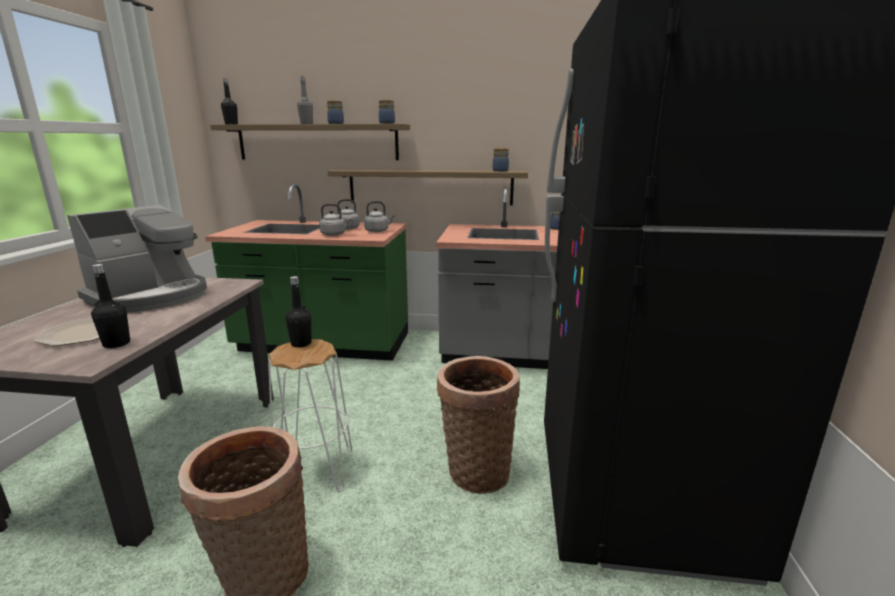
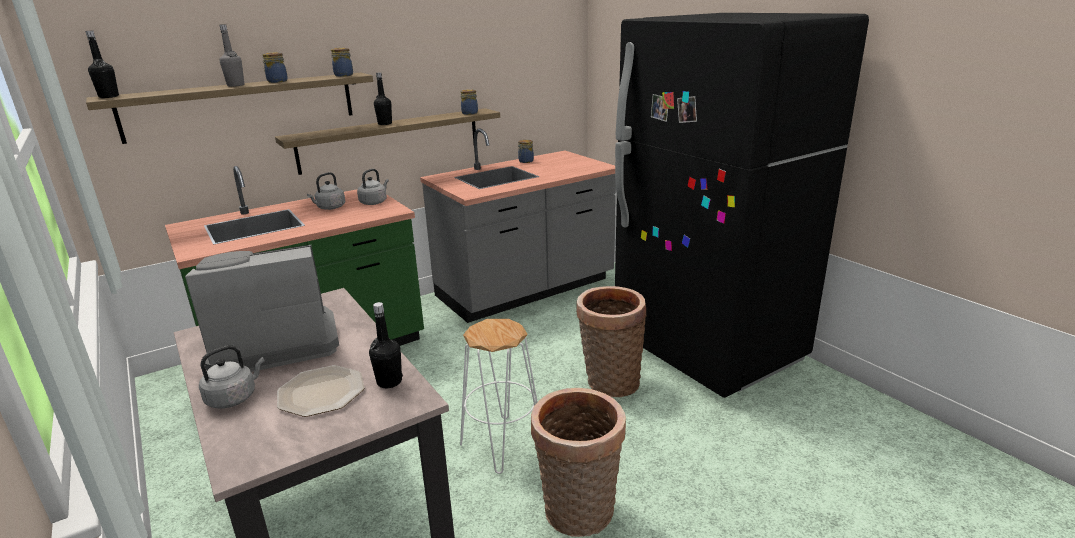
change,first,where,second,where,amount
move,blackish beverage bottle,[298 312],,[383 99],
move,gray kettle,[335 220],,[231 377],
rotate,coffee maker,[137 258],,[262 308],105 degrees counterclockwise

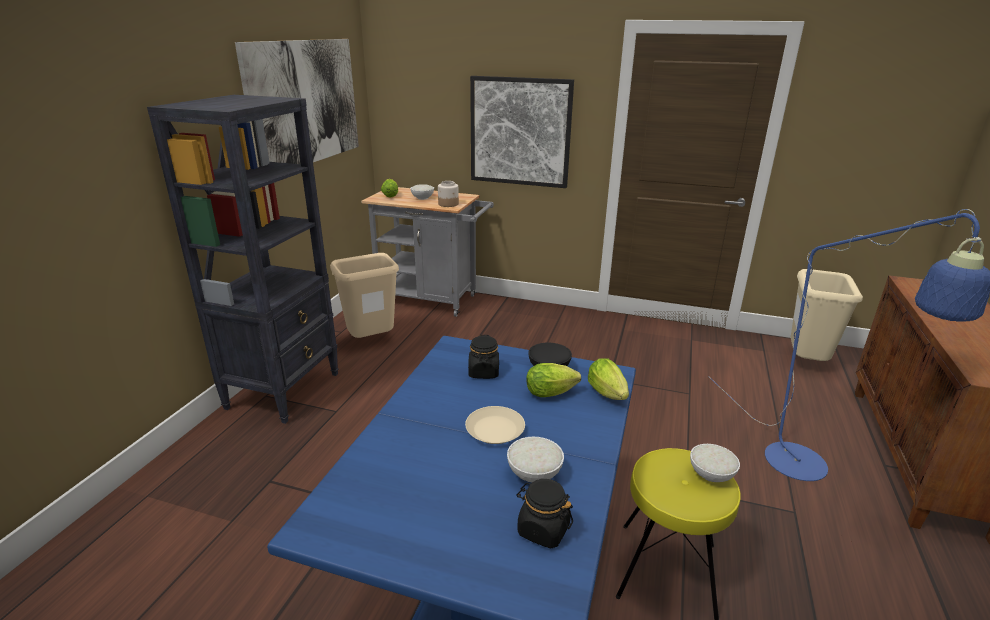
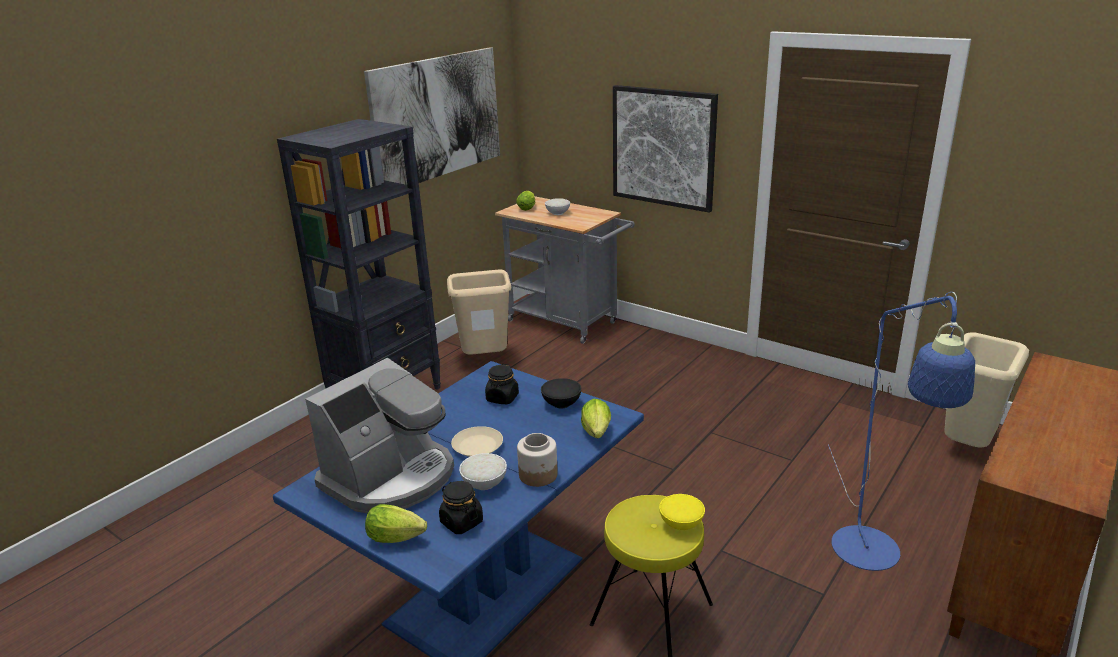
change,first,where,second,where,amount
insert,,,coffee maker,[379 435],
move,storage jar,[448 194],,[537 460],
move,lettuce head,[553 380],,[396 523],
recolor,white bowl,[715 463],yellow-coloured bowl,[682 512],

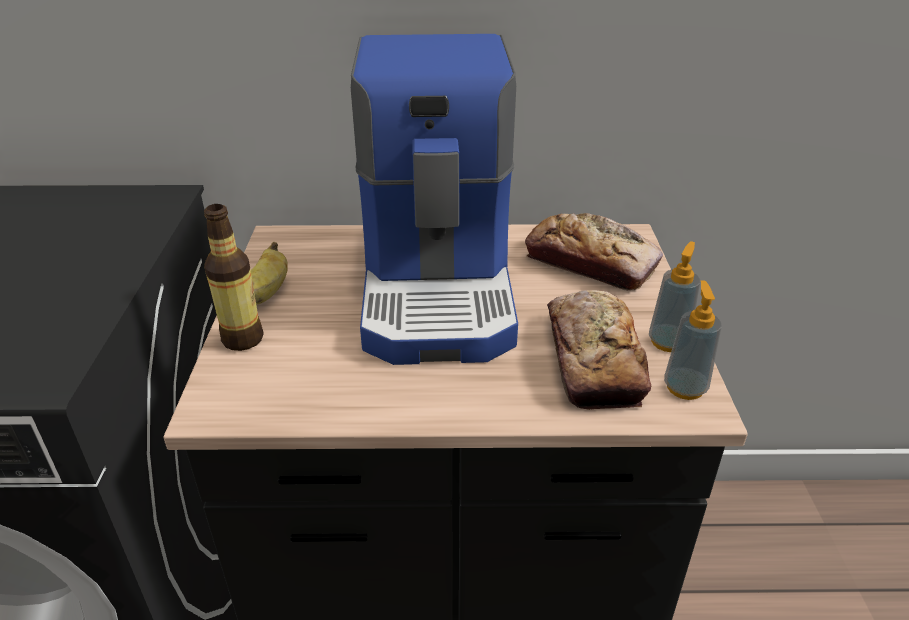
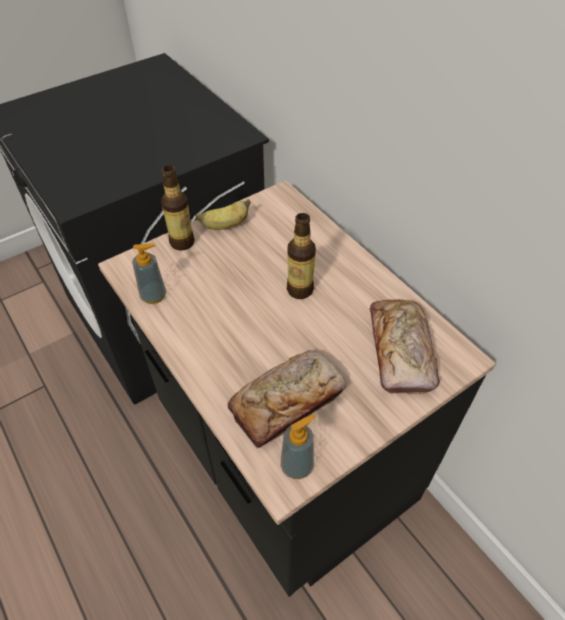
change,first,where,second,where,amount
move,liquid soap bottle,[674 296],,[149 274],
replace,coffee maker,[434 199],beverage bottle,[301 256],

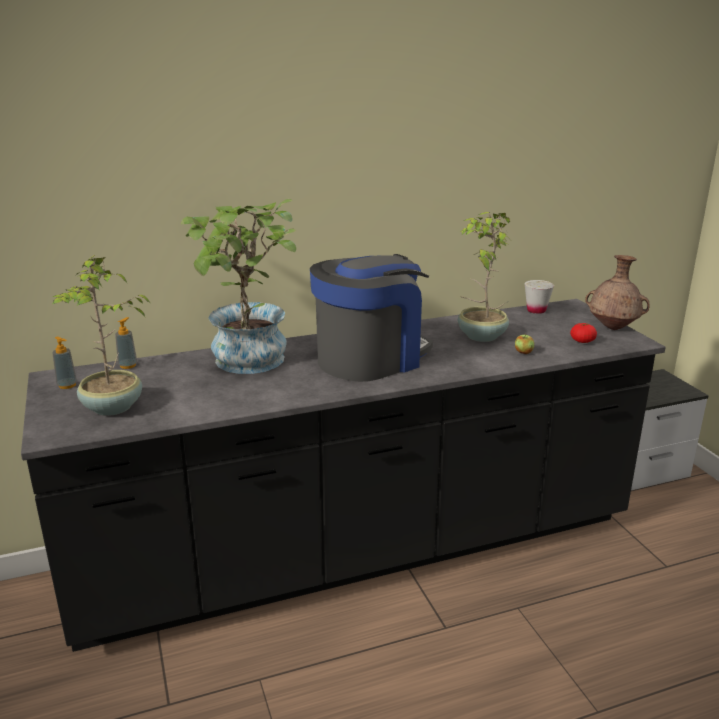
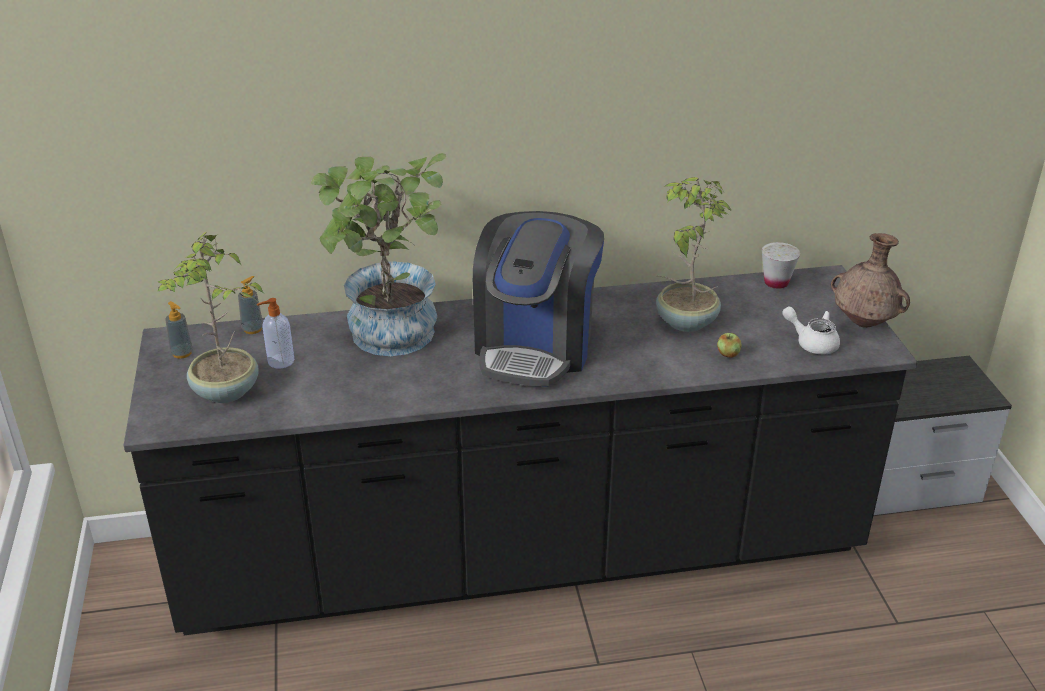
change,first,where,second,where,amount
insert,,,liquid soap bottle,[275 333],
replace,whole tomato,[583 333],white teapot,[811 330],
rotate,coffee maker,[371 318],,[538 299],135 degrees clockwise

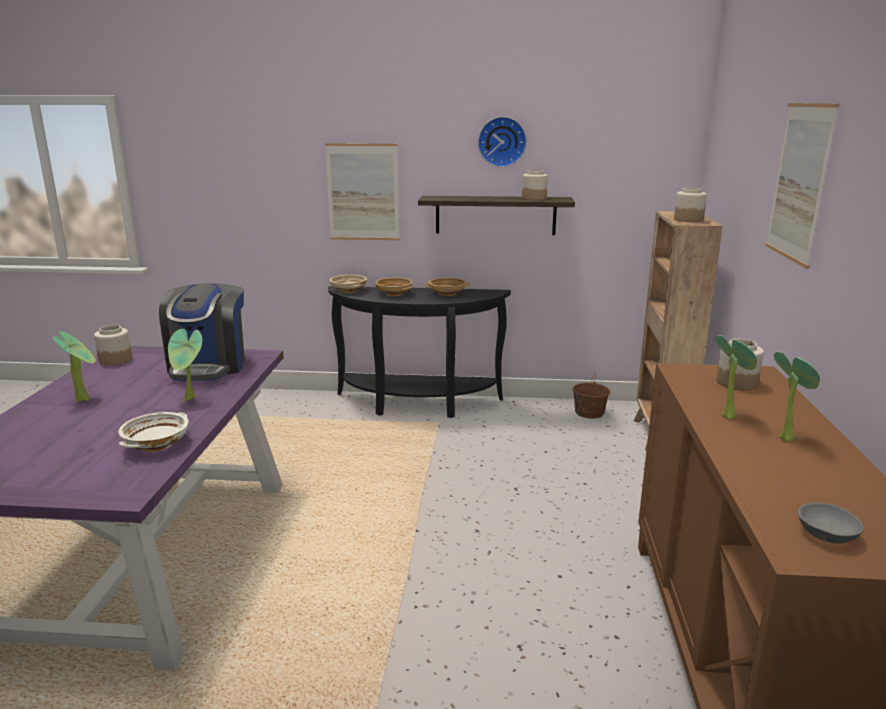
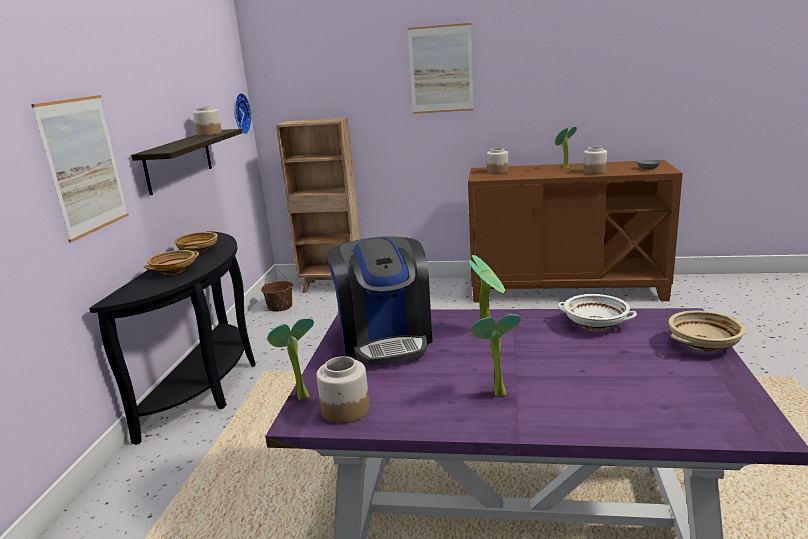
change,first,where,second,where,amount
move,beige bowl,[348 284],,[706 331],
move,clock on the wall,[502 141],,[243 113],
move,storage jar,[690 205],,[595 160],
move,houseplant,[736 377],,[290 359],
rotate,coffee maker,[201 332],,[380 301],75 degrees clockwise

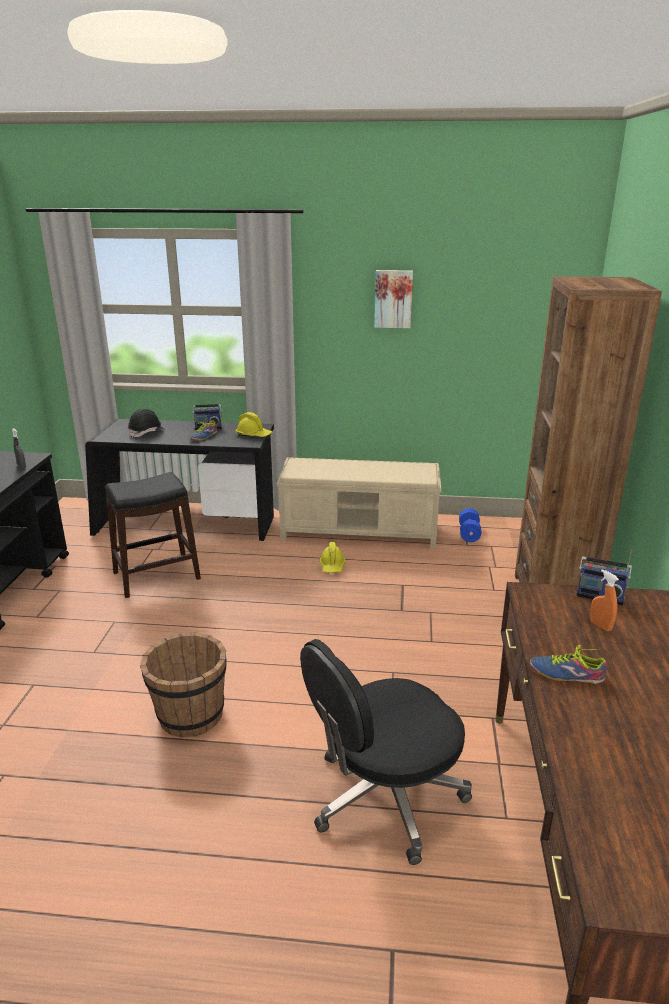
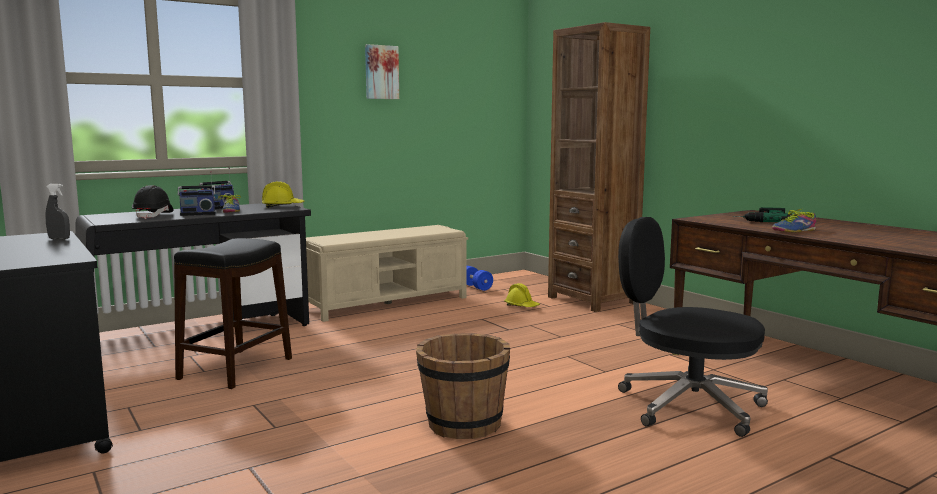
change,first,where,second,where,amount
move,yellow-coloured work helmet,[332 557],,[522 295],
move,radio receiver,[604 578],,[196 193],
replace,orange spray bottle,[604 600],power drill,[762 214],
rotate,blackish desk chair,[386 752],,[693 327],105 degrees clockwise

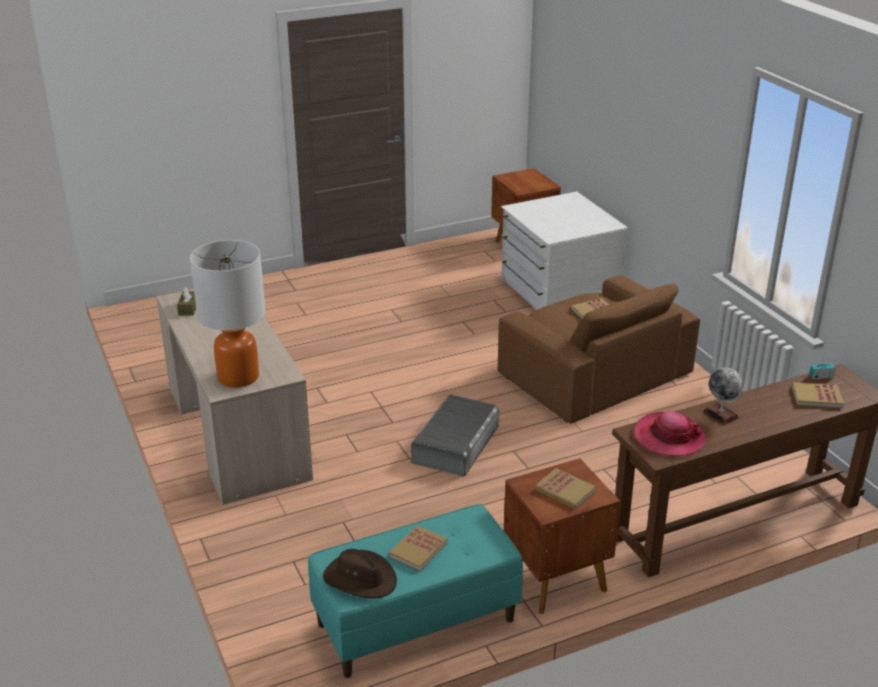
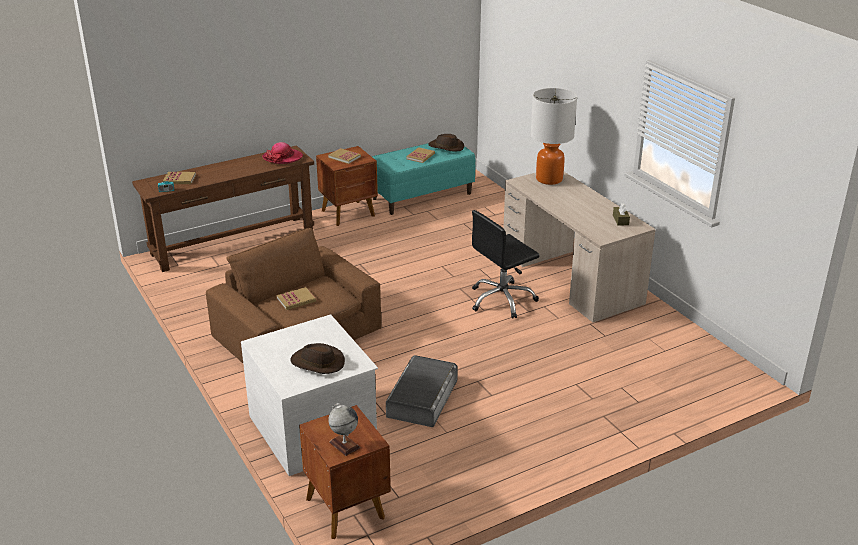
change,first,where,second,where,amount
insert,,,brownish clothing hat,[317 358],
insert,,,blackish desk chair,[506 264],
move,gray storage bin,[455 436],,[422 391],
move,world globe,[723 396],,[344 429],

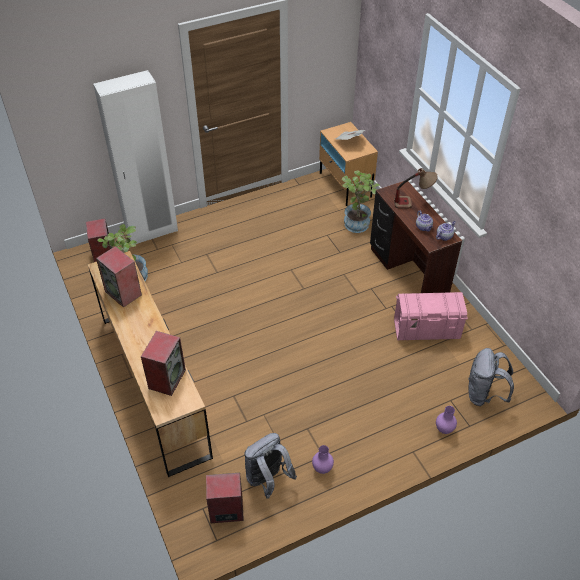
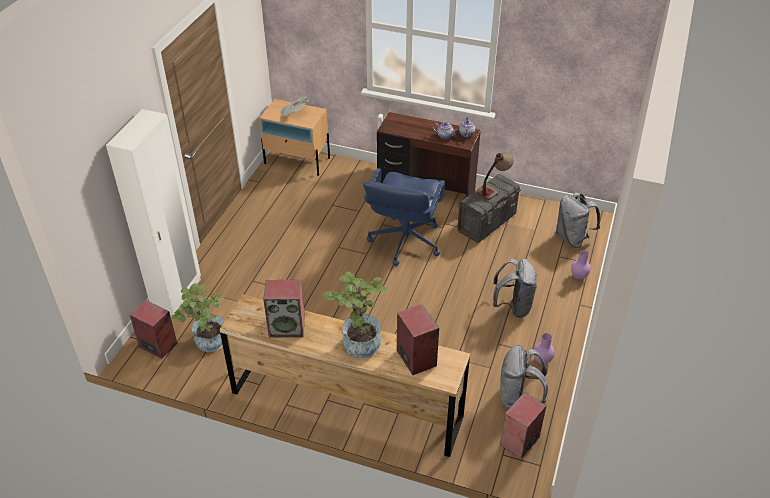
change,first,where,second,where,amount
insert,,,blue-coloured desk chair,[404 217],
insert,,,gray backpack,[515 288],
move,houseplant,[361 201],,[355 315],
move,tabletop lamp,[416 188],,[495 176],
recolor,pink storage bin,[431 316],gray storage bin,[489 208],

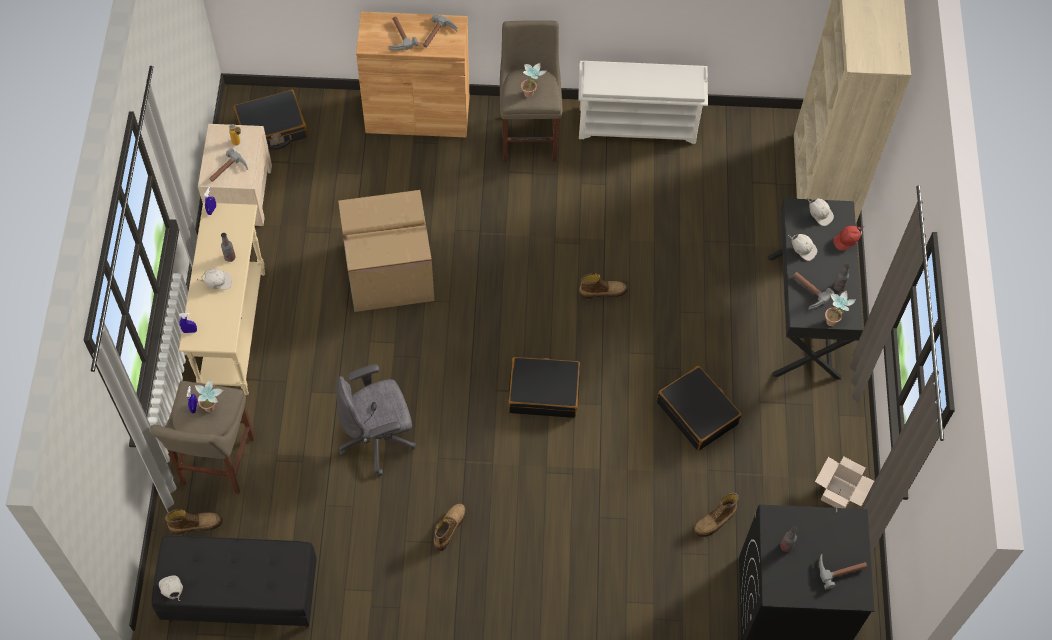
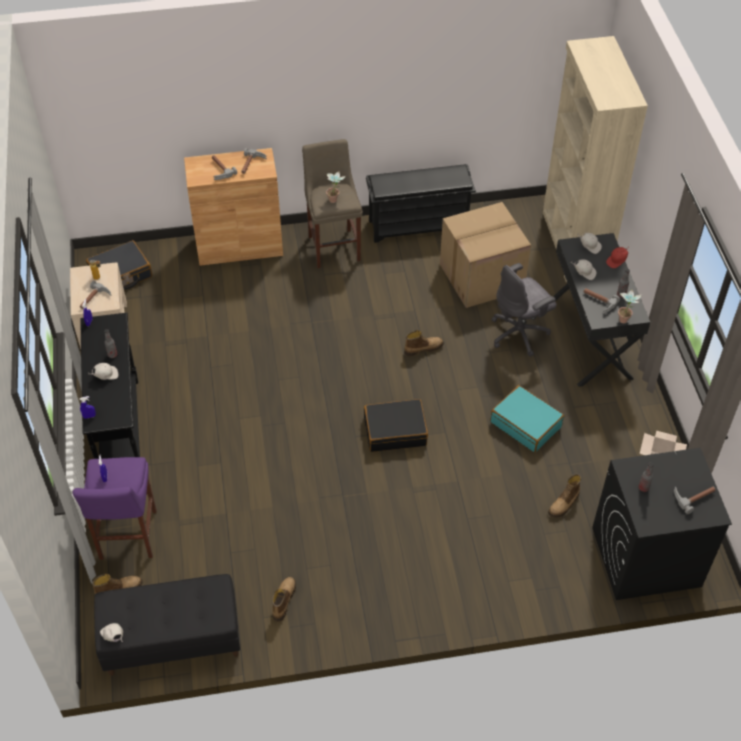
change,first,where,second,where,amount
delete,houseplant,[209 396],,,
move,gray desk chair,[376 420],,[524 310],
move,cardboard box,[386 251],,[485 255],
move,tall boot,[450 527],,[284 599],
recolor,beige stool,[202 437],purplish stool,[115 508],
recolor,beige narrow table,[222 298],blackish narrow table,[110 386],
recolor,white shoe stand,[643 102],blackish shoe stand,[421 203],
recolor,blackish piece of luggage,[699 408],turquoise-coloured piece of luggage,[527 418],

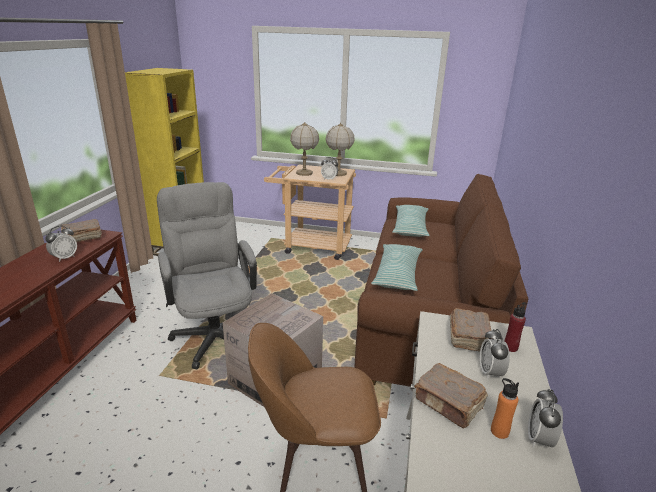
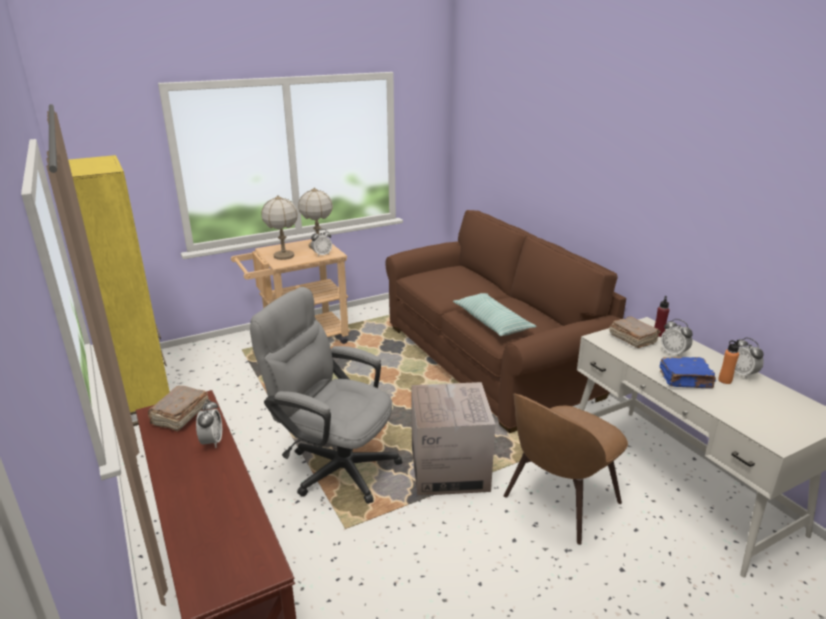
change,first,where,second,where,amount
delete,pillow,[410 221],,,
recolor,brownish book,[451 396],blue-coloured book,[688 373],

